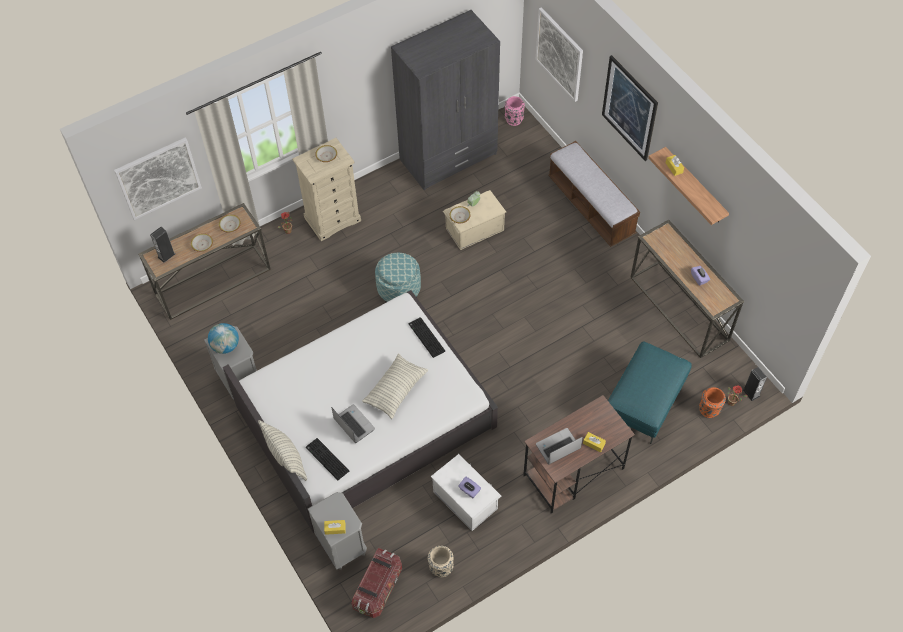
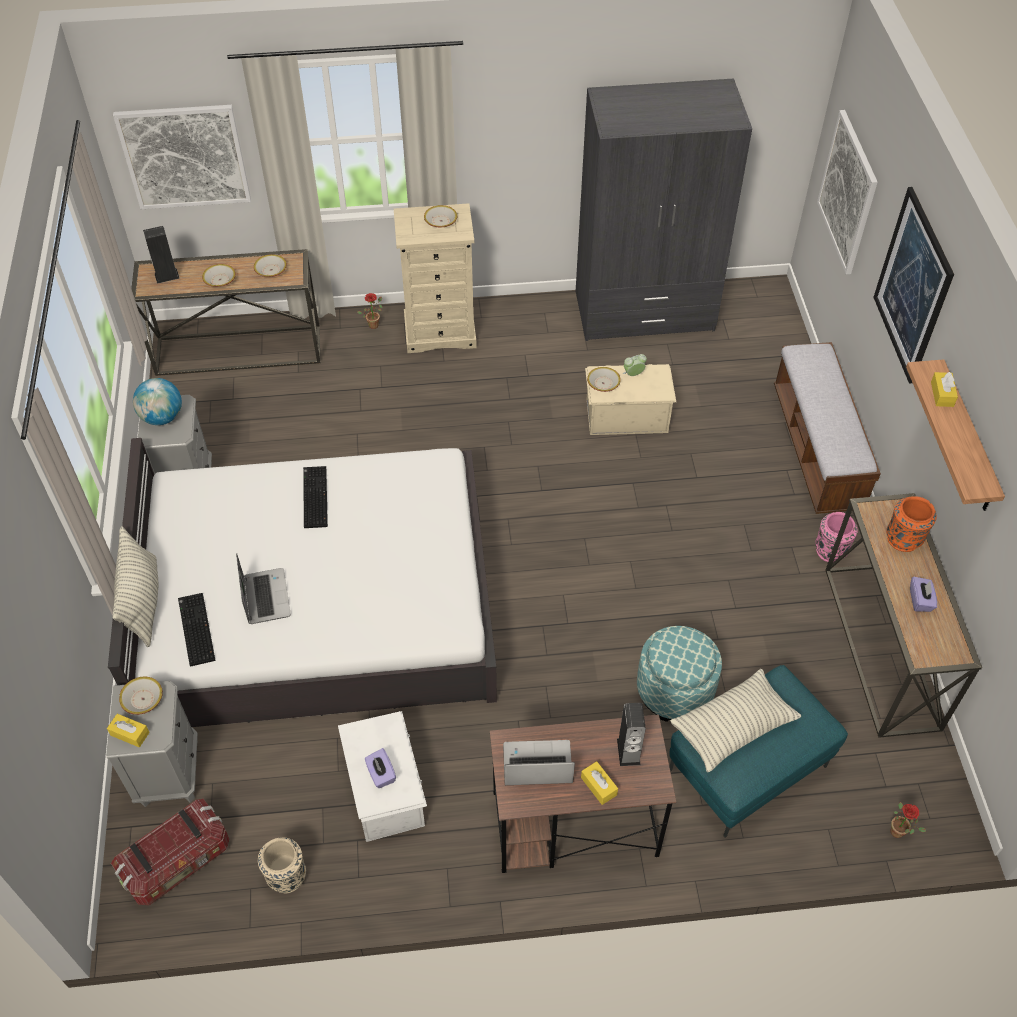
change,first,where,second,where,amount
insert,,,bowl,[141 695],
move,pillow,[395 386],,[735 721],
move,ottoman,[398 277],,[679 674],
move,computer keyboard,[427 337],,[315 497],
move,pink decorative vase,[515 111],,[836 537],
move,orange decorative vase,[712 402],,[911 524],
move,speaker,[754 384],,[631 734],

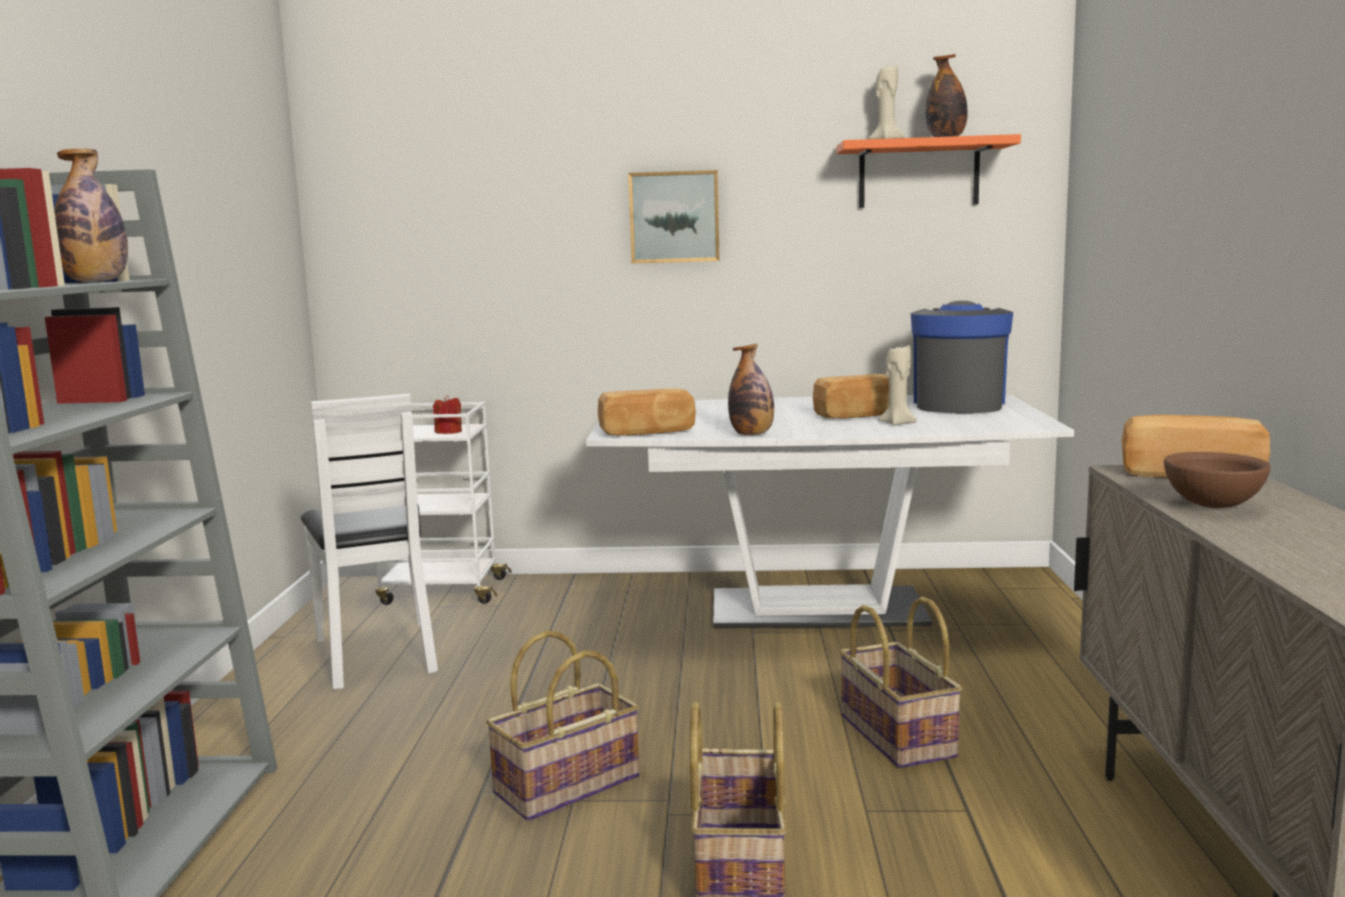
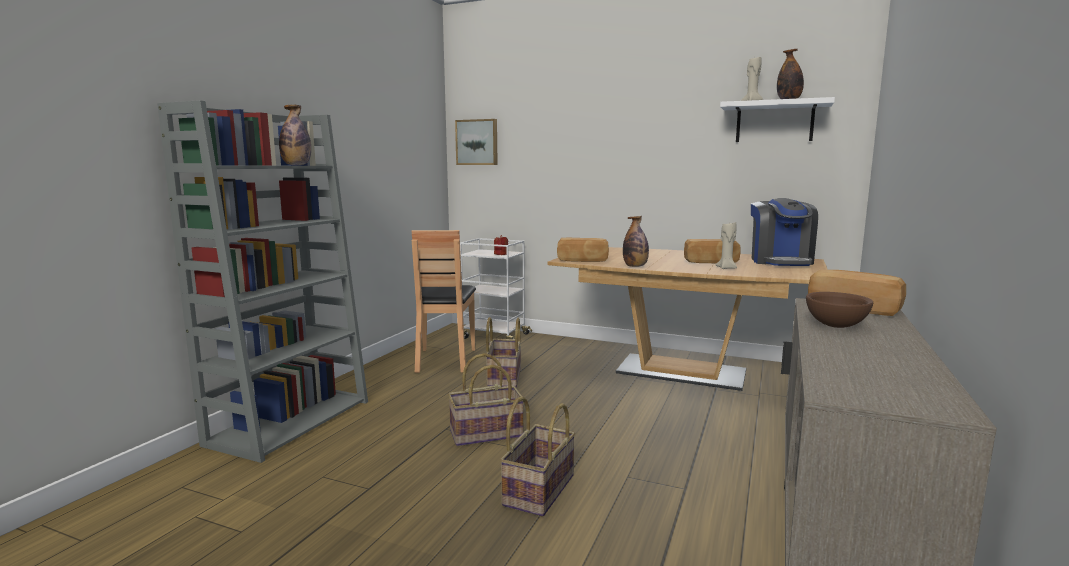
change,first,where,second,where,amount
move,wall picture,[673 217],,[476 142],
move,basket,[900 682],,[504 352],
recolor,white plain chair,[369 541],brownish plain chair,[444 301],
recolor,white dinner table,[830 511],brownish dinner table,[688 319],
recolor,orange wall shelf,[928 171],white wall shelf,[777 119],
rotate,coffee maker,[962 357],,[784 232],150 degrees clockwise

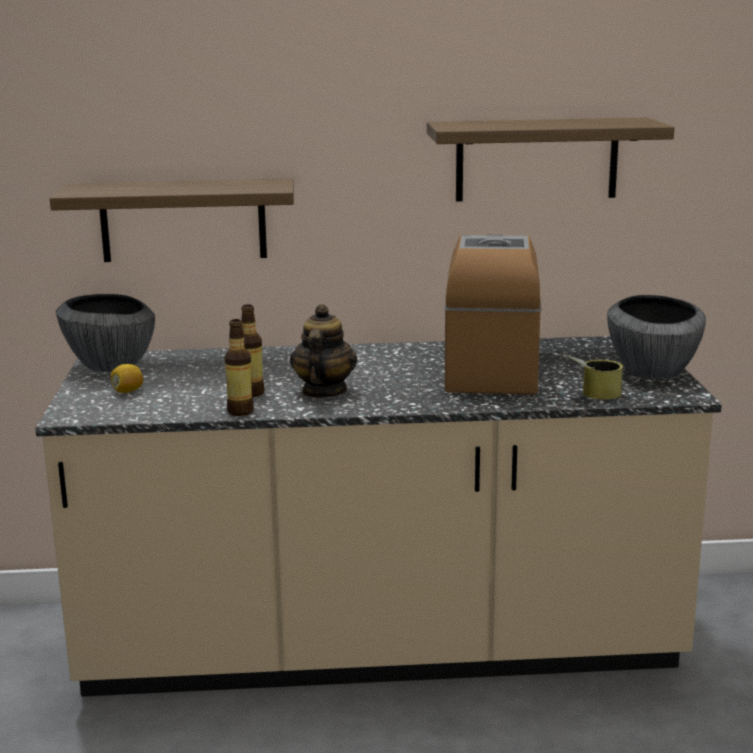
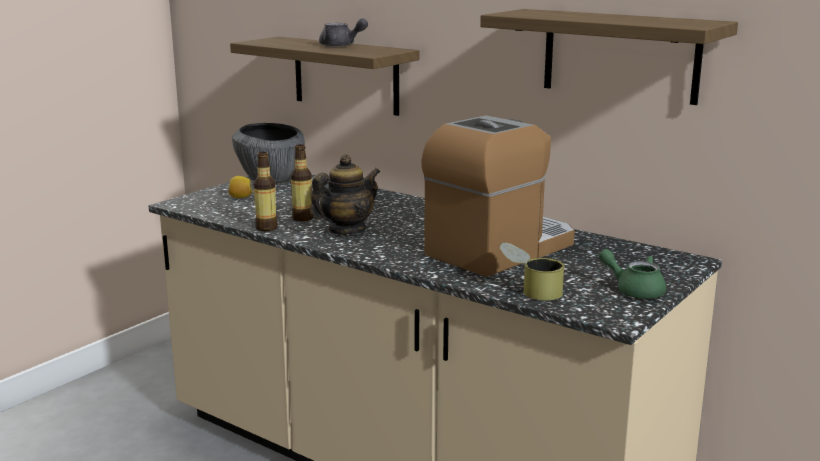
change,first,where,second,where,amount
insert,,,gray teapot,[343 32],
replace,bowl,[656 337],green teapot,[632 274],

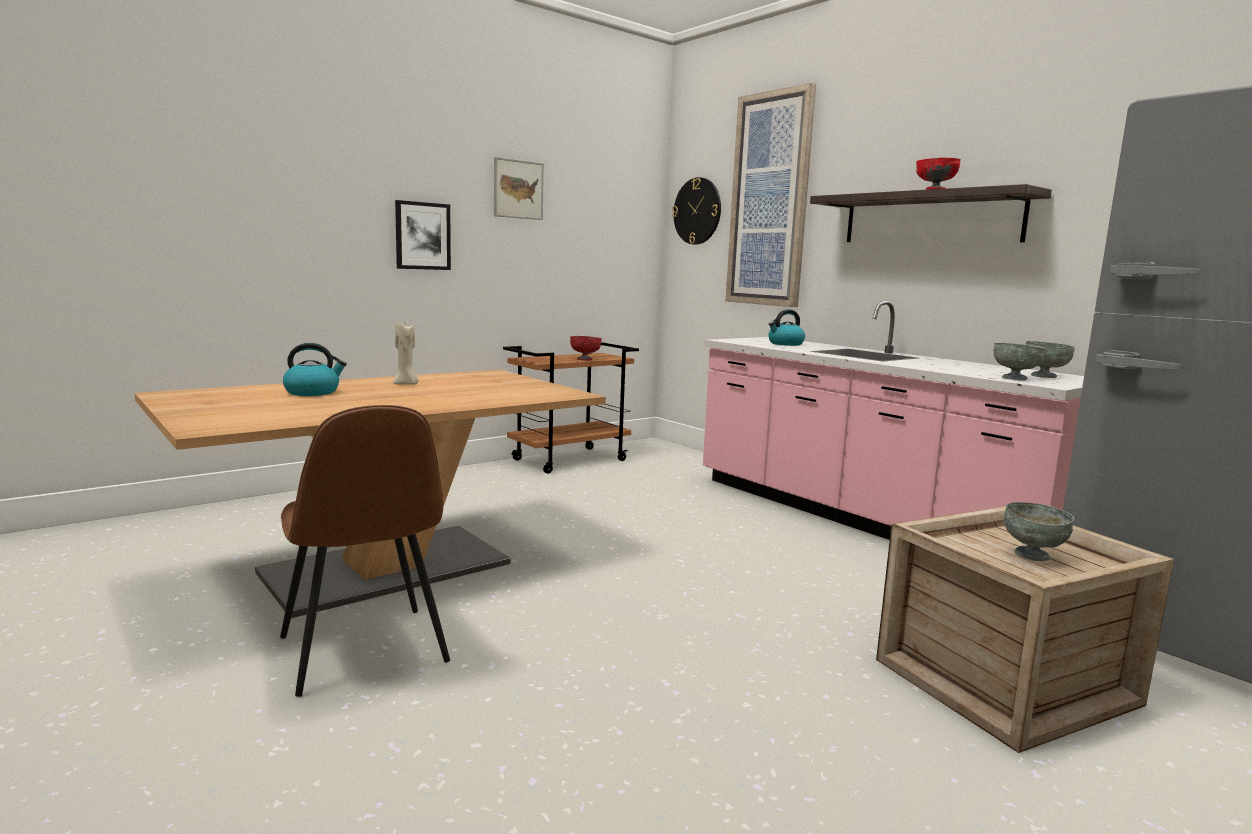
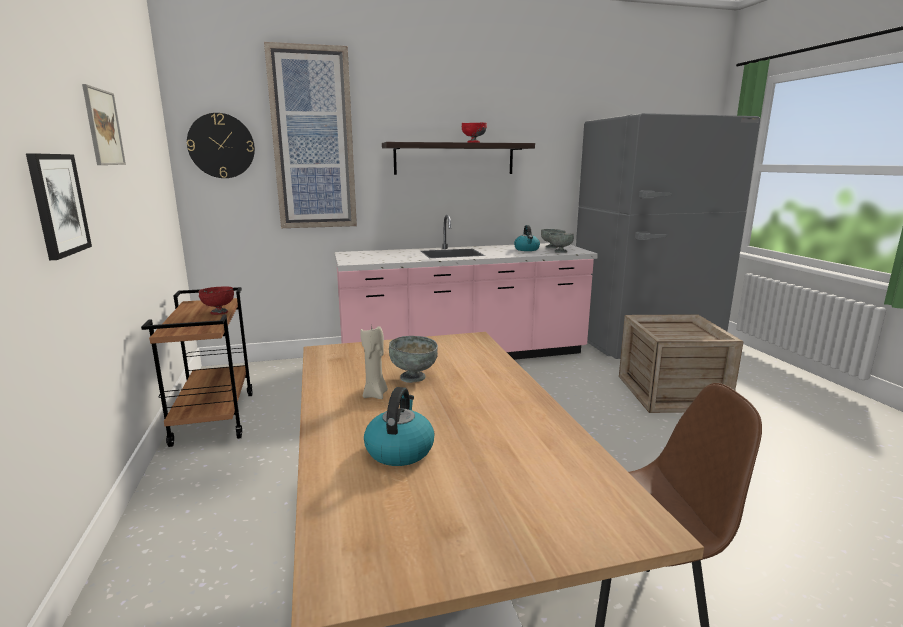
change,first,where,second,where,amount
move,kettle,[786 327],,[527 238],
move,gray bowl,[1039 531],,[413 359],

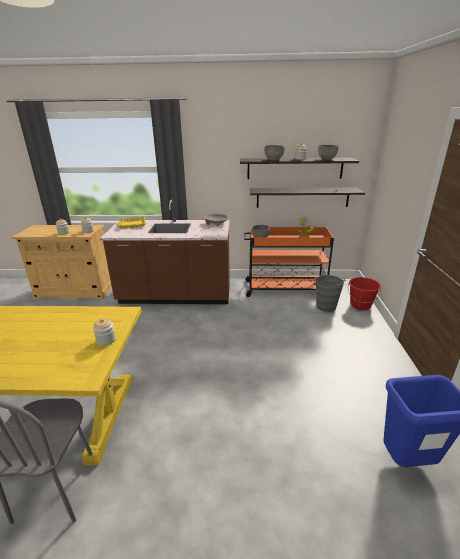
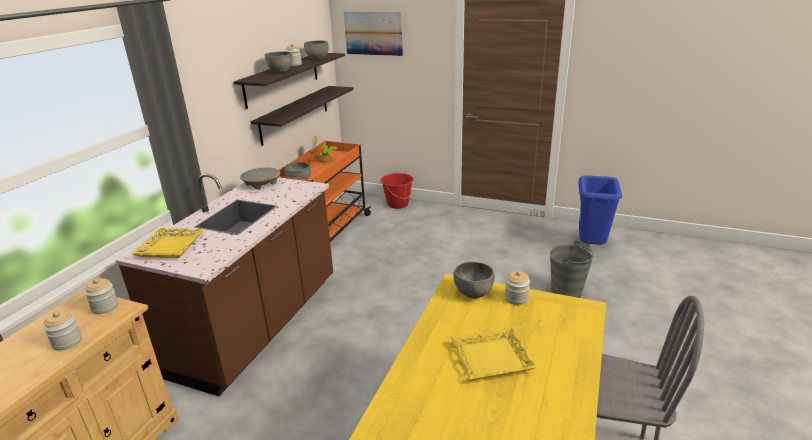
change,first,where,second,where,amount
insert,,,wall picture,[373 34],
insert,,,yellow-coloured tray,[494 353],
insert,,,gray bowl,[474 280],
move,gray water bucket,[330 293],,[572 269],

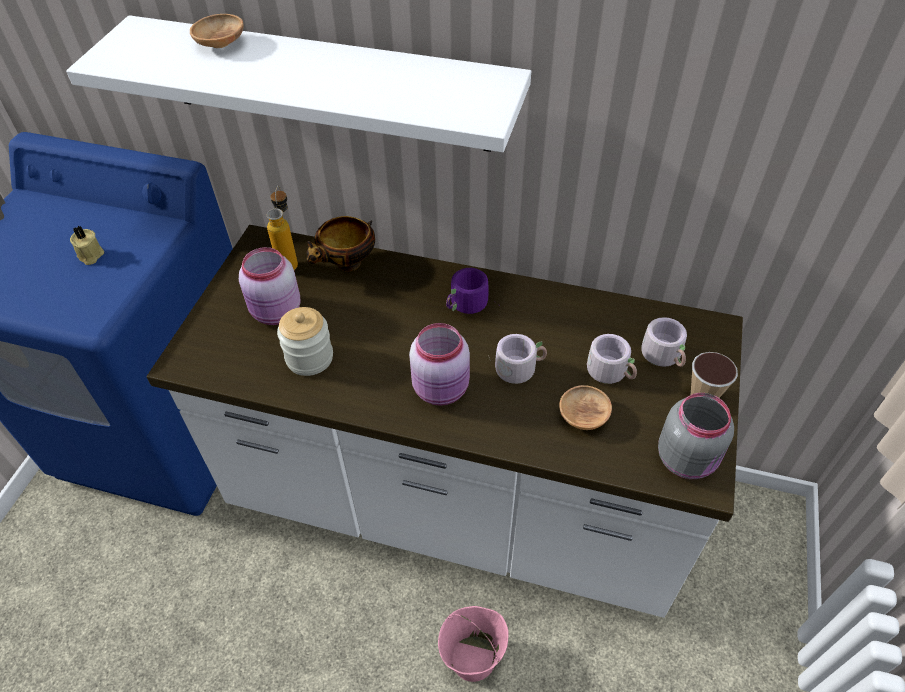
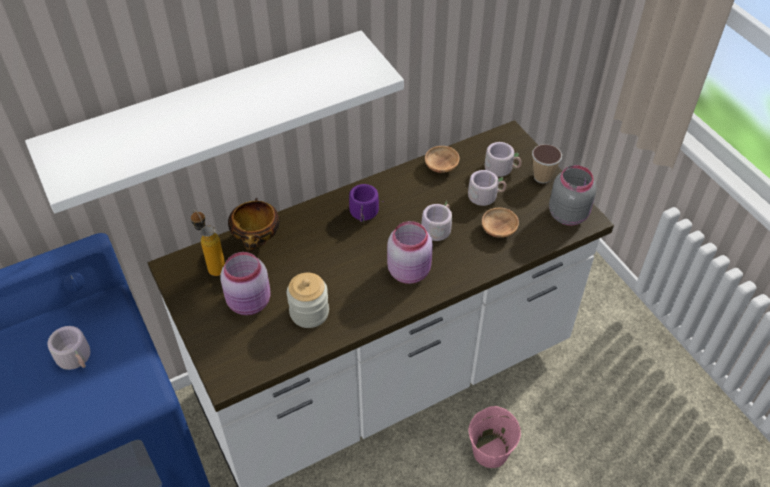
change,first,where,second,where,amount
move,brownish bowl,[217 31],,[442 159],
replace,beige candle,[87 245],gray tea mug,[69 348],

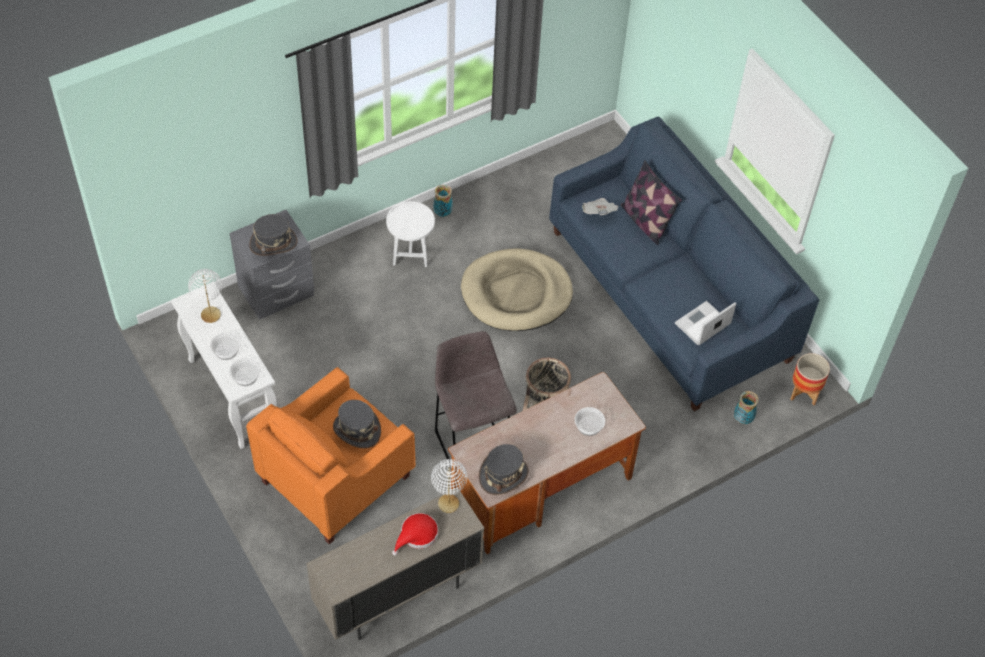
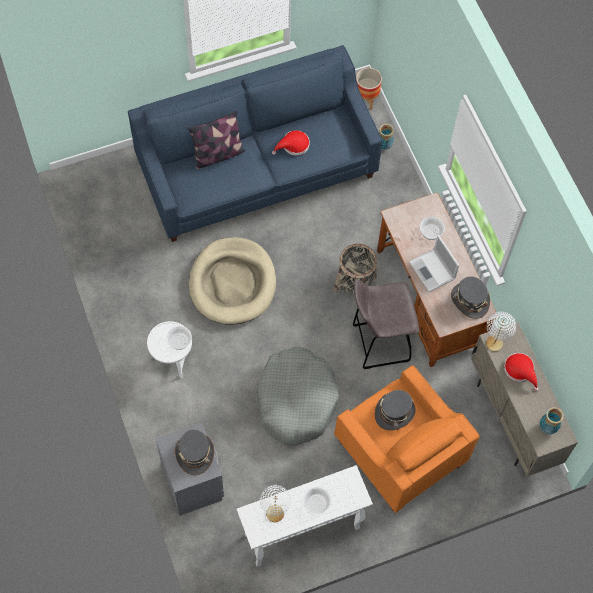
change,first,where,second,where,amount
delete,printed paper,[600 206],,,
insert,,,gray dog bed,[297 396],
insert,,,red clothing hat,[291 143],
move,bowl,[244 372],,[179 338],
move,decorative vase,[443 200],,[552 420],
move,laptop,[705 323],,[434 263],

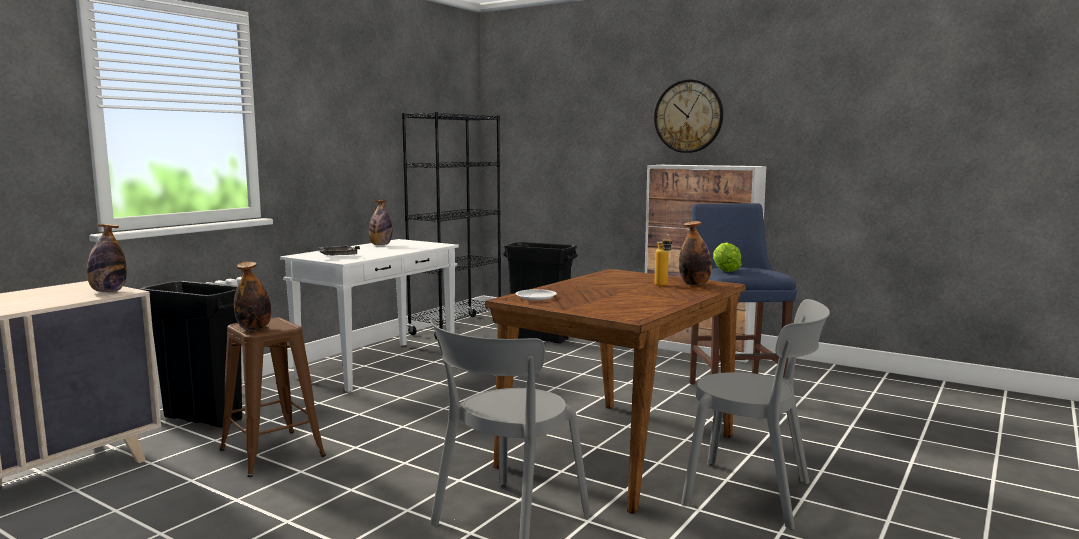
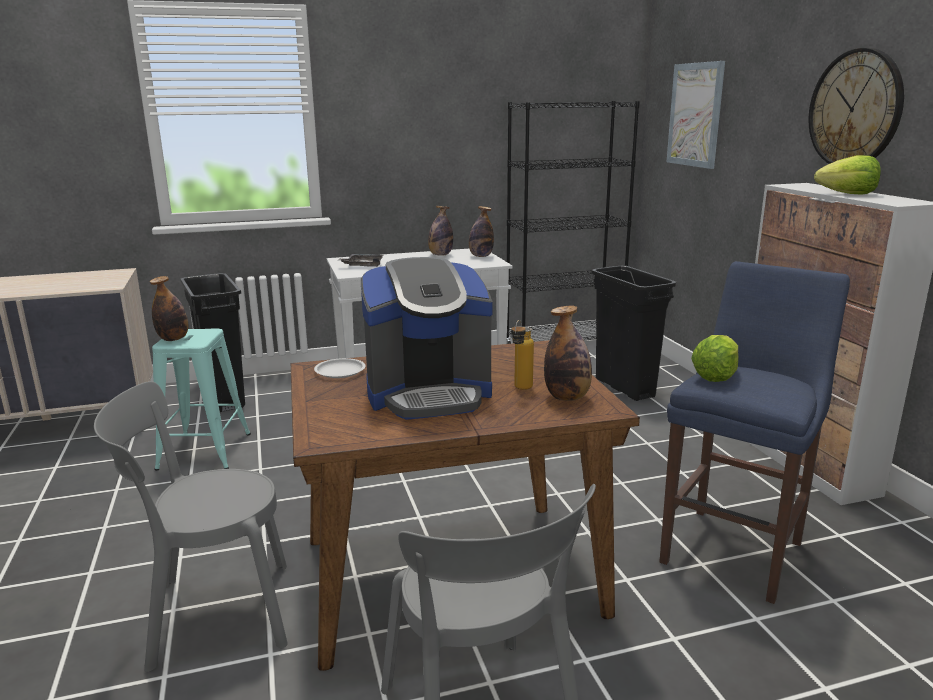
change,first,where,second,where,amount
insert,,,coffee maker,[427 338],
insert,,,wall picture,[695 115],
insert,,,lettuce head,[847 175],
move,beverage bottle,[107 258],,[481 231],
recolor,brownish stool,[273 397],turquoise-coloured stool,[201 399],

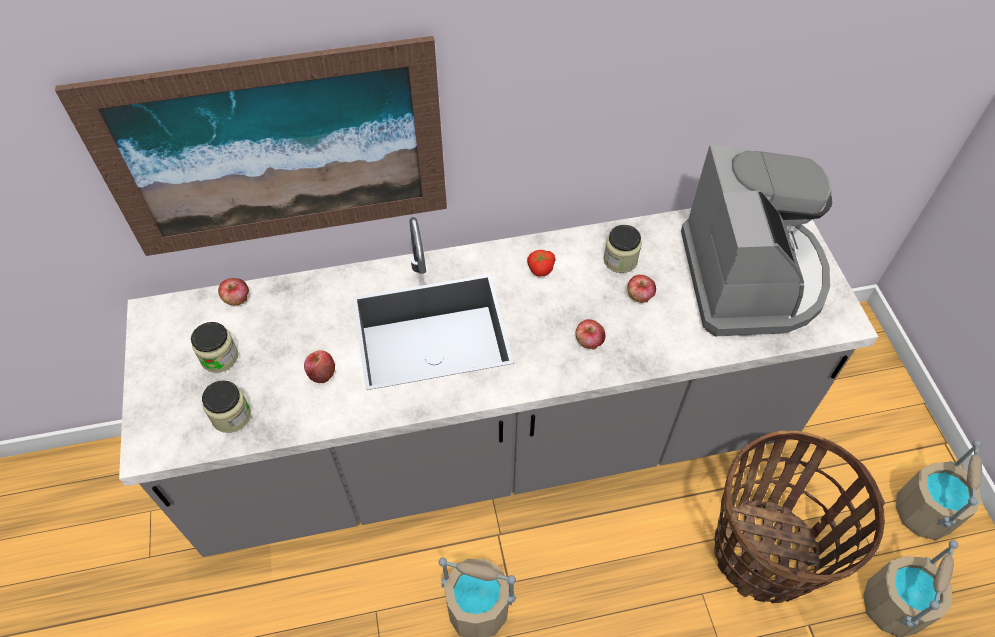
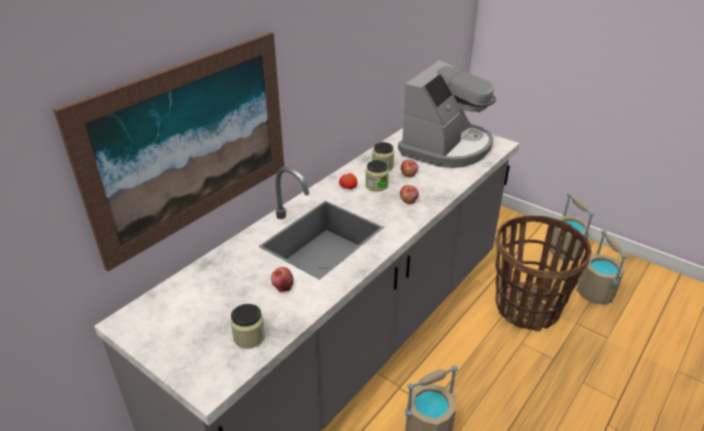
change,first,where,second,where,amount
delete,whole apple,[233 291],,,
move,storage jar,[214 347],,[377 175],
rotate,coffee maker,[756 240],,[447 114],75 degrees clockwise

